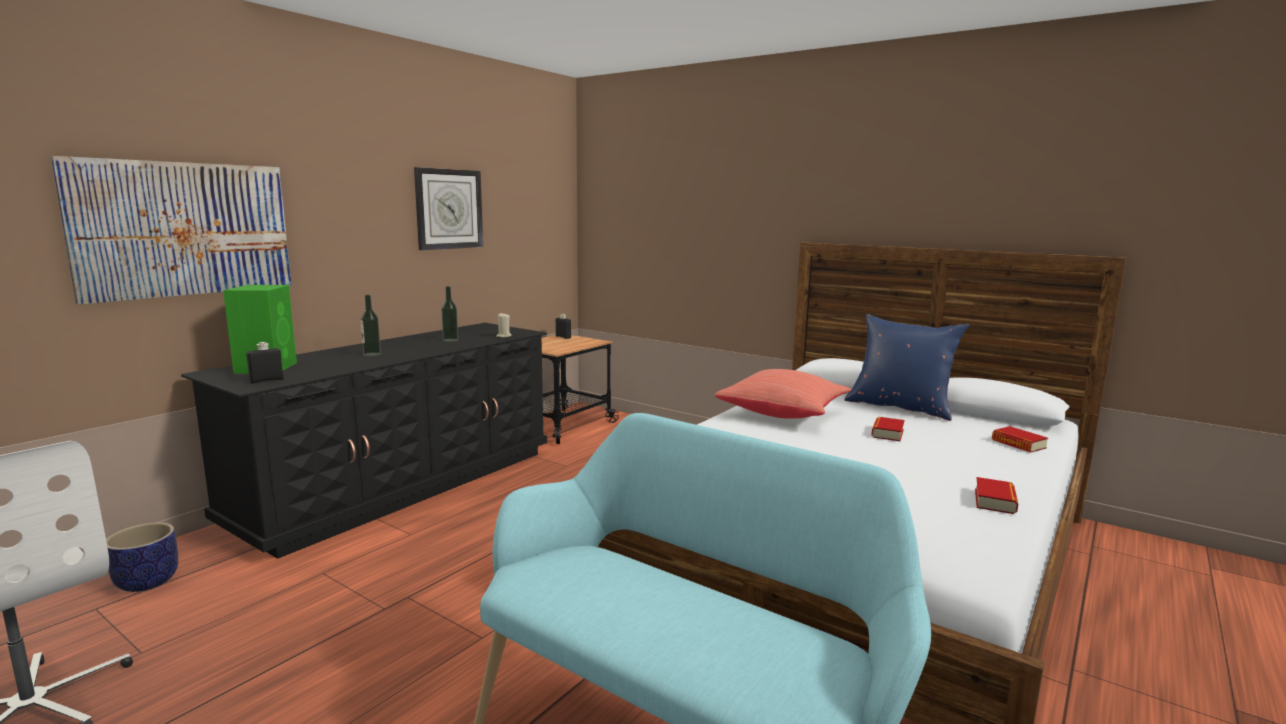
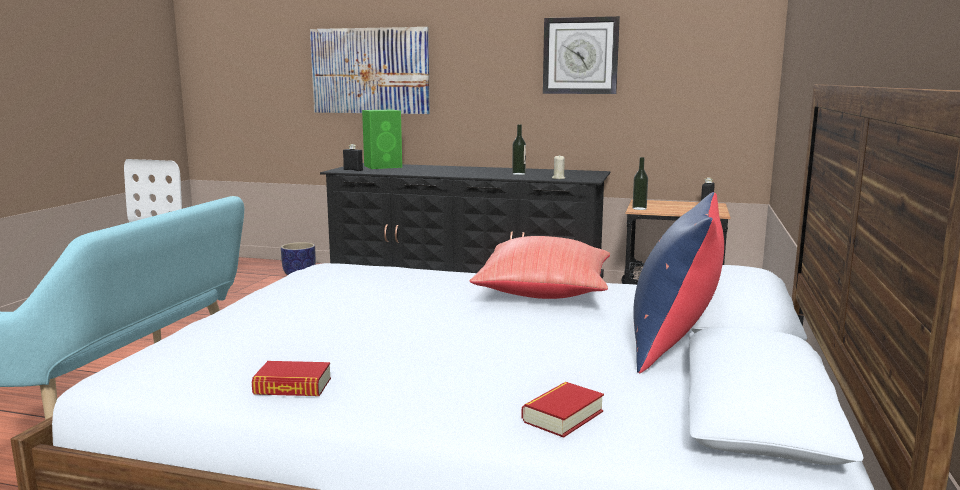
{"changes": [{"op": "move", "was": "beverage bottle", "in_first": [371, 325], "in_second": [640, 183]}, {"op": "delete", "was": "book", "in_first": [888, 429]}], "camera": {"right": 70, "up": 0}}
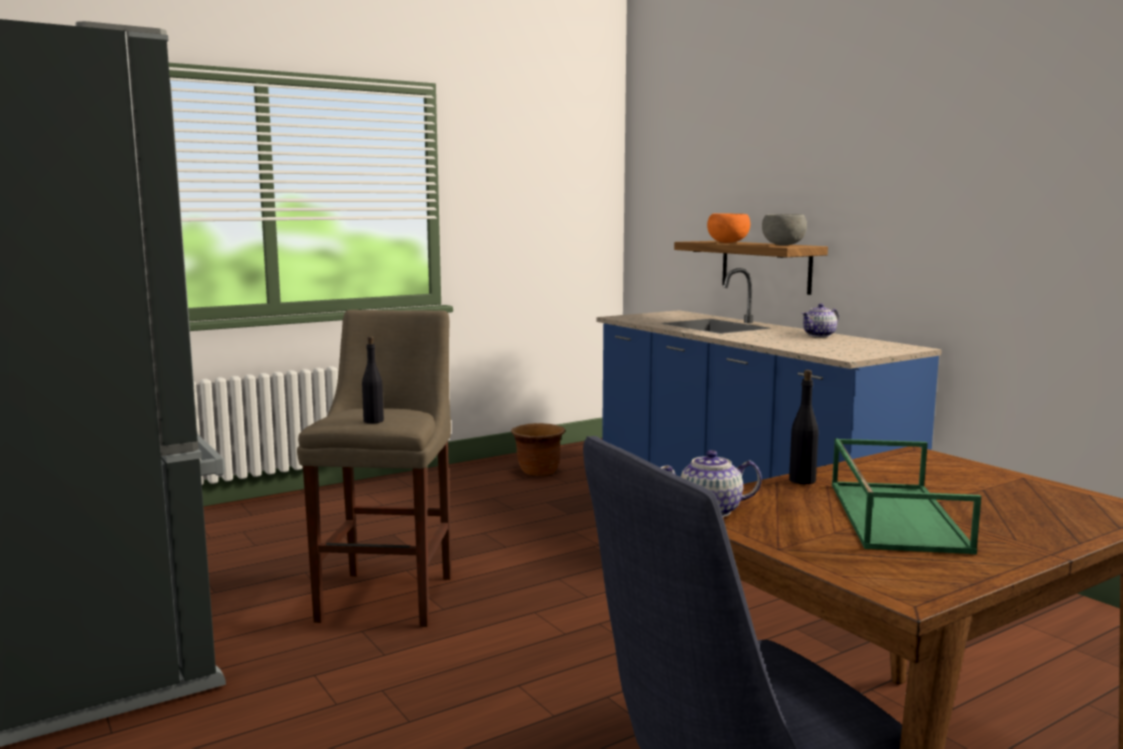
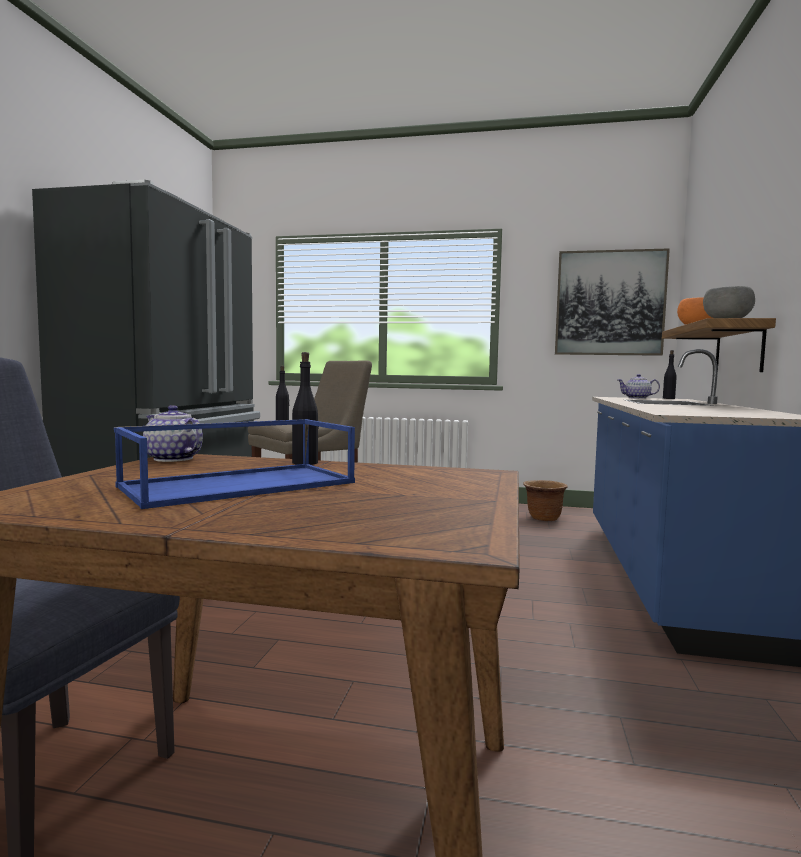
{"changes": [{"op": "recolor", "was": "tray (green)", "now": "tray (blue-coloured)", "in_first": [906, 496], "in_second": [234, 464]}, {"op": "insert", "now": "wall picture", "in_second": [612, 302]}, {"op": "move", "was": "pot for tea", "in_first": [820, 320], "in_second": [639, 386]}, {"op": "insert", "now": "beverage bottle (blackish)", "in_second": [670, 374]}], "camera": {"right": 45, "up": -5}}
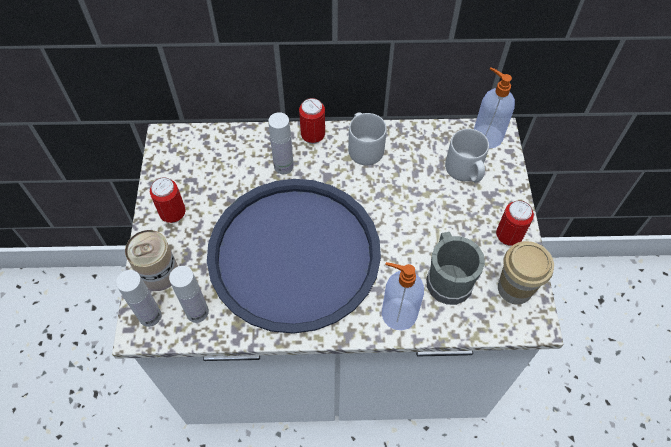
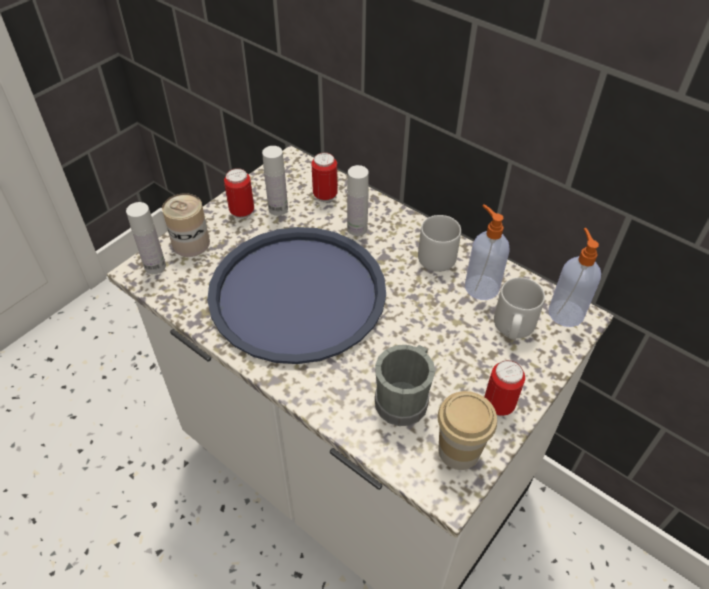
{"changes": [{"op": "move", "was": "beverage bottle (white)", "in_first": [189, 294], "in_second": [275, 181]}, {"op": "move", "was": "can", "in_first": [312, 121], "in_second": [324, 177]}, {"op": "move", "was": "soap bottle", "in_first": [403, 296], "in_second": [487, 252]}], "camera": {"right": 40, "up": -10}}
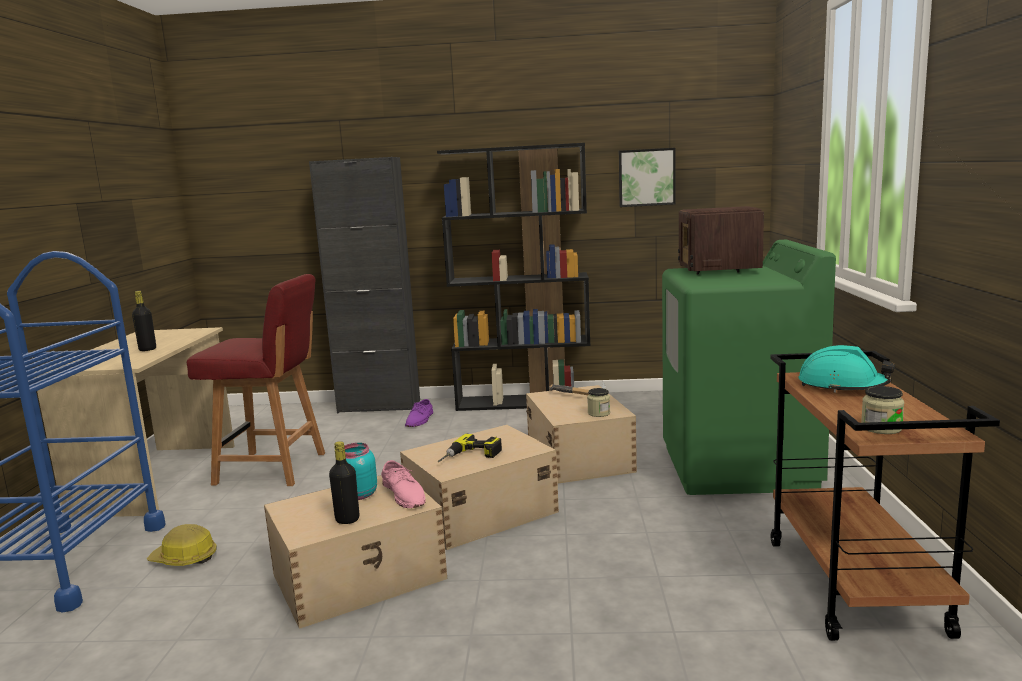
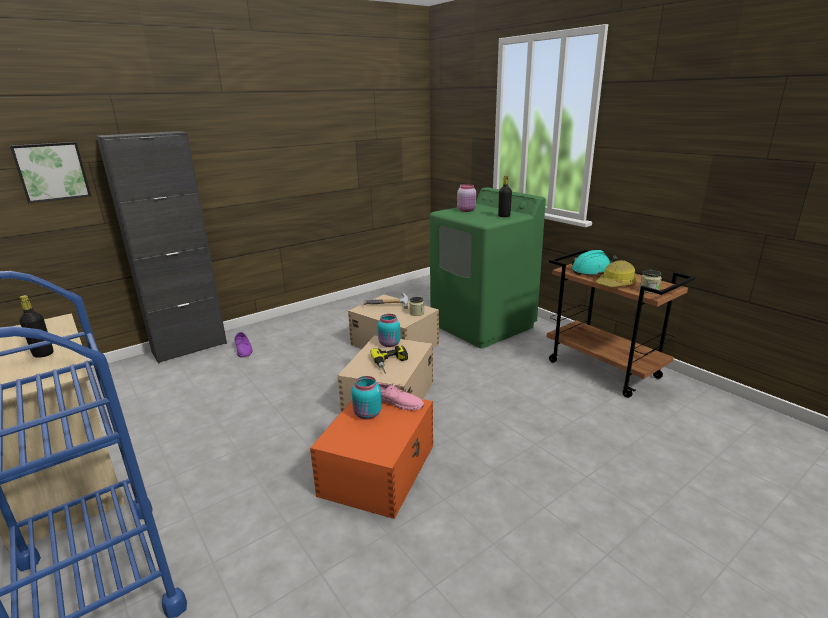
{"changes": [{"op": "move", "was": "wall picture", "in_first": [647, 177], "in_second": [50, 172]}, {"op": "recolor", "was": "storage container (sand-coloured)", "now": "storage container (orange)", "in_first": [355, 552], "in_second": [371, 459]}, {"op": "insert", "now": "jar (turquoise-coloured)", "in_second": [388, 330]}, {"op": "replace", "was": "radio receiver", "now": "jar (pink)", "in_first": [721, 240], "in_second": [466, 198]}, {"op": "move", "was": "beverage bottle (blackish)", "in_first": [344, 482], "in_second": [505, 196]}, {"op": "move", "was": "work helmet", "in_first": [182, 545], "in_second": [616, 273]}, {"op": "delete", "was": "upright chair (reddish)", "in_first": [256, 380]}, {"op": "delete", "was": "bookshelf (blackish)", "in_first": [514, 277]}], "camera": {"right": -40, "up": 10}}
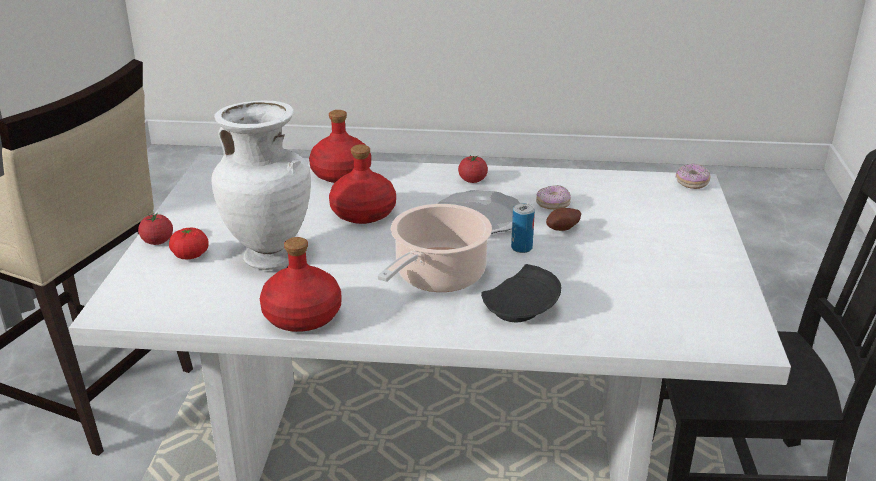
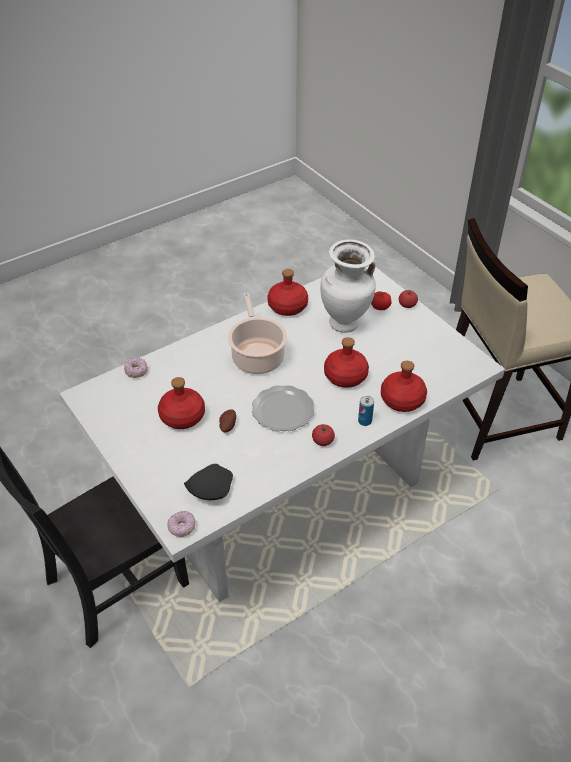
{"changes": [{"op": "move", "was": "donut", "in_first": [553, 197], "in_second": [136, 368]}, {"op": "insert", "now": "beverage bottle (reddish)", "in_second": [181, 403]}, {"op": "move", "was": "flat dish (blackish)", "in_first": [521, 293], "in_second": [208, 482]}, {"op": "move", "was": "can", "in_first": [523, 228], "in_second": [366, 411]}], "camera": {"right": 140, "up": 15}}
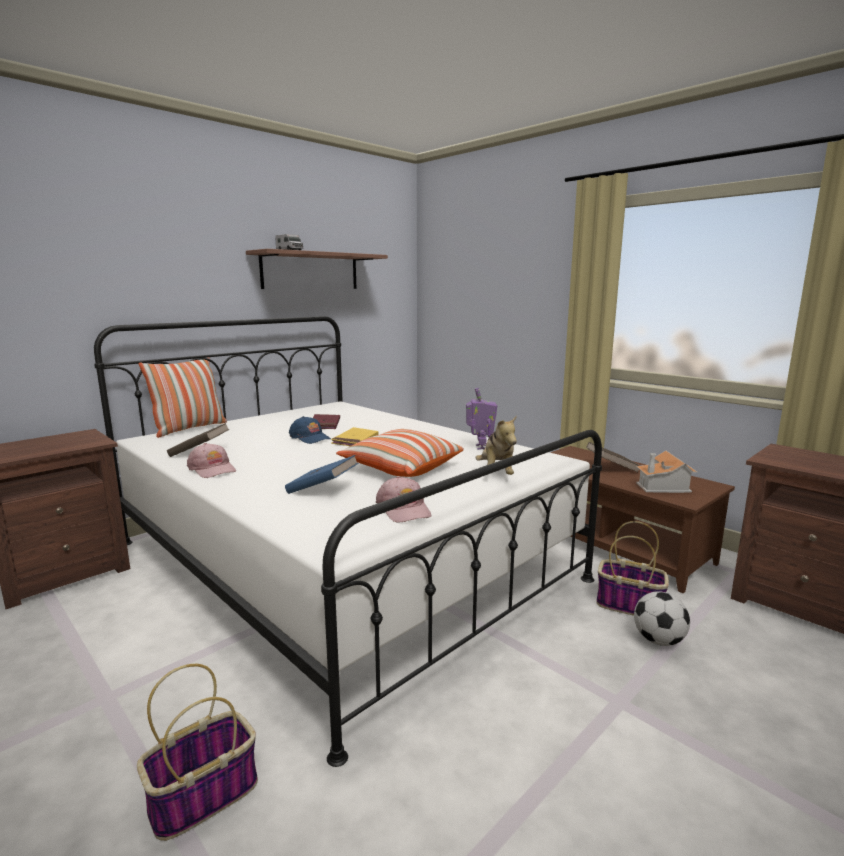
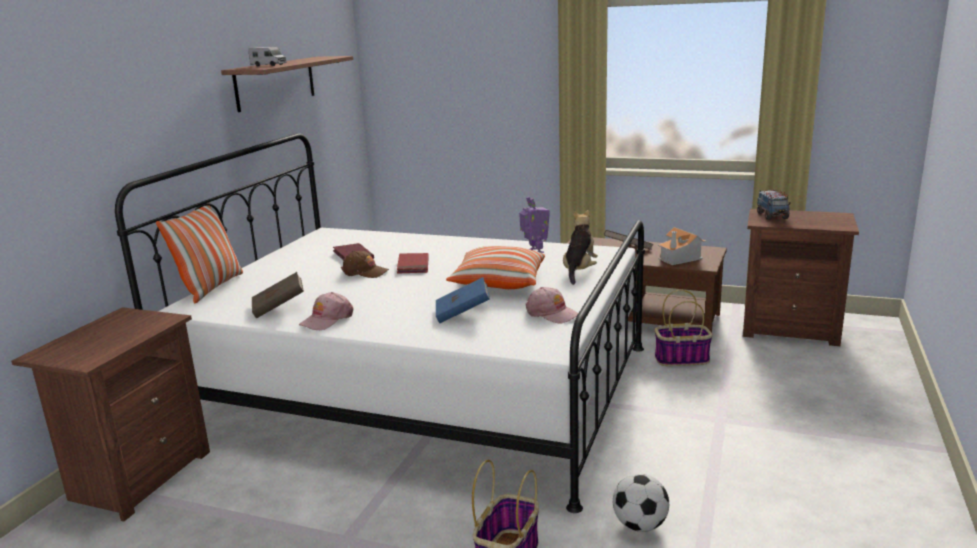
{"changes": [{"op": "rotate", "was": "peaked cap (pink)", "in_first": [211, 460], "in_second": [326, 311], "clockwise": 105}, {"op": "recolor", "was": "peaked cap (blue-coloured)", "now": "peaked cap (brown-coloured)", "in_first": [310, 430], "in_second": [365, 264]}, {"op": "recolor", "was": "book (yellowish)", "now": "book (reddish)", "in_first": [354, 436], "in_second": [413, 263]}, {"op": "rotate", "was": "plush toy", "in_first": [496, 445], "in_second": [580, 247], "clockwise": -135}, {"op": "move", "was": "football ball", "in_first": [662, 618], "in_second": [641, 503]}, {"op": "insert", "now": "toy truck", "in_second": [774, 205]}], "camera": {"right": -25, "up": 5}}
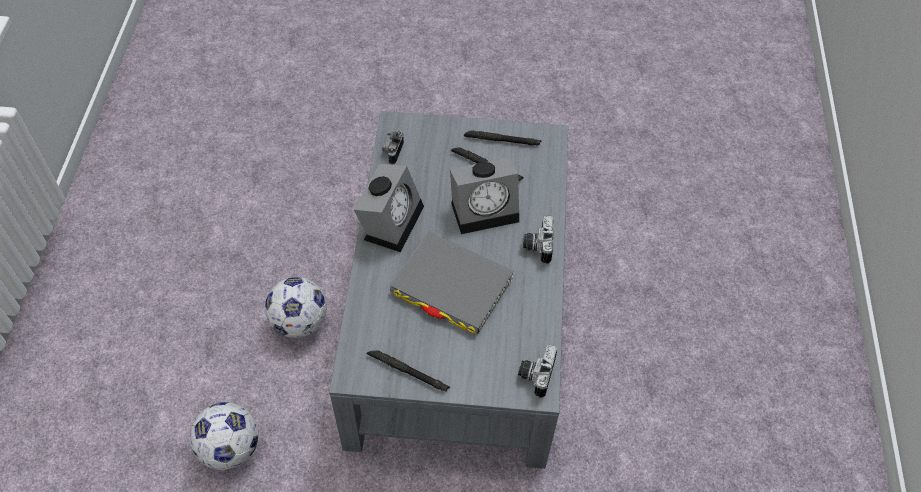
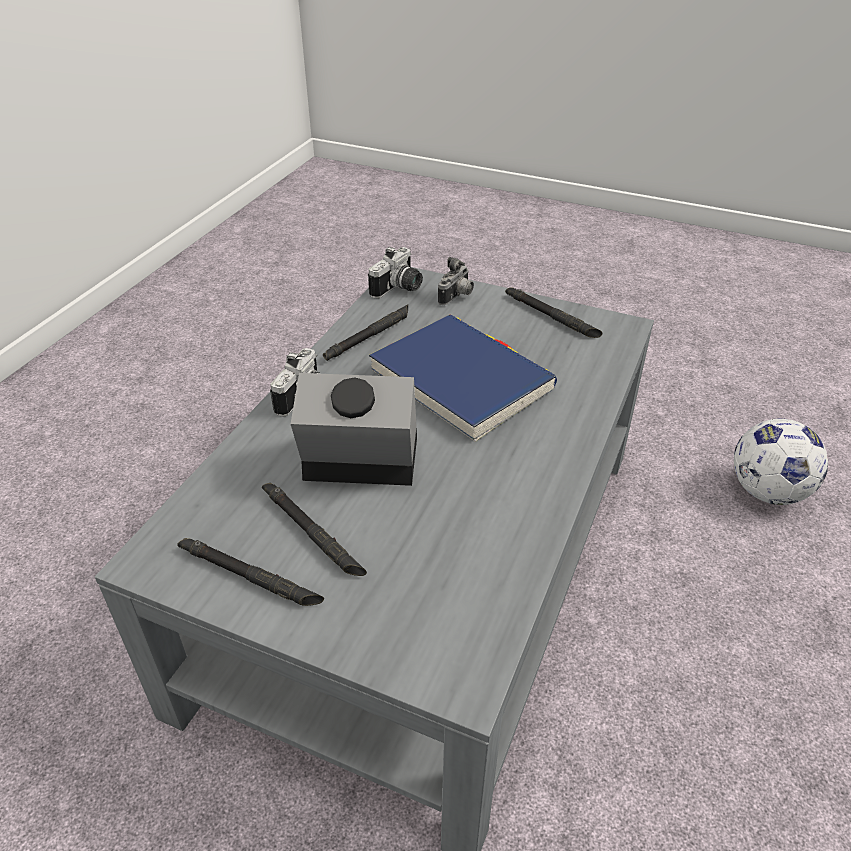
{"changes": [{"op": "insert", "now": "torch (blackish)", "in_second": [365, 332]}, {"op": "recolor", "was": "book (gray)", "now": "book (blue-coloured)", "in_first": [452, 282], "in_second": [463, 378]}, {"op": "move", "was": "photo camera", "in_first": [393, 147], "in_second": [456, 281]}, {"op": "delete", "was": "football ball", "in_first": [296, 307]}, {"op": "delete", "was": "table clock", "in_first": [389, 208]}], "camera": {"right": -160, "up": -15}}
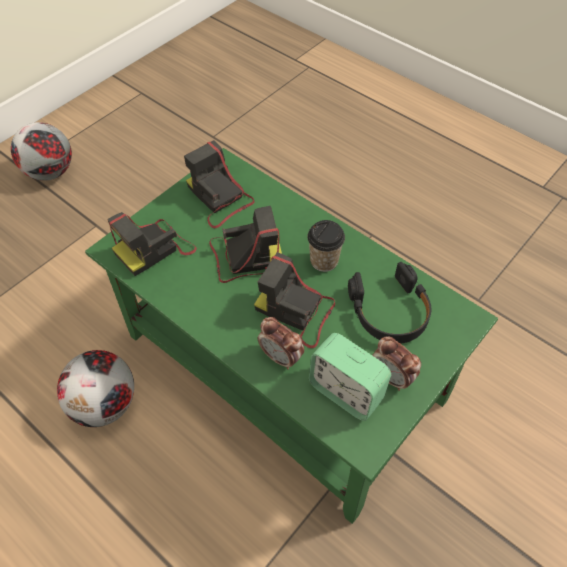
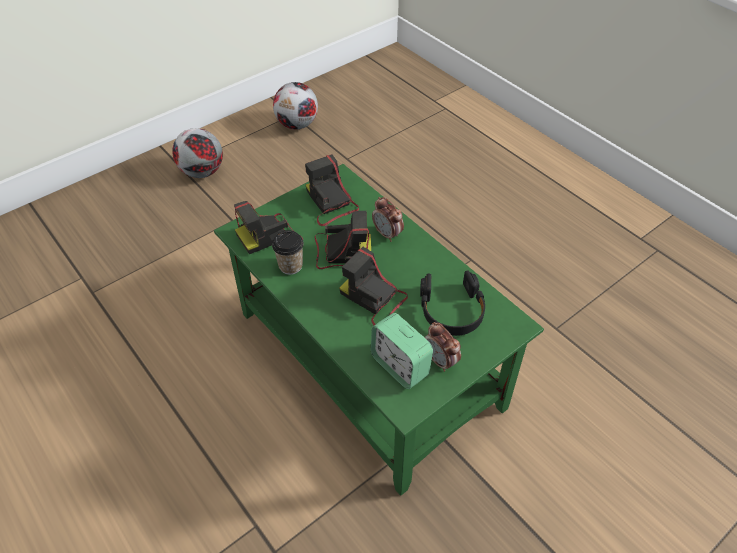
{"changes": [{"op": "move", "was": "small cup", "in_first": [326, 246], "in_second": [288, 252]}, {"op": "move", "was": "football ball", "in_first": [95, 388], "in_second": [295, 106]}, {"op": "move", "was": "table clock", "in_first": [281, 343], "in_second": [388, 219]}], "camera": {"right": 10, "up": -5}}
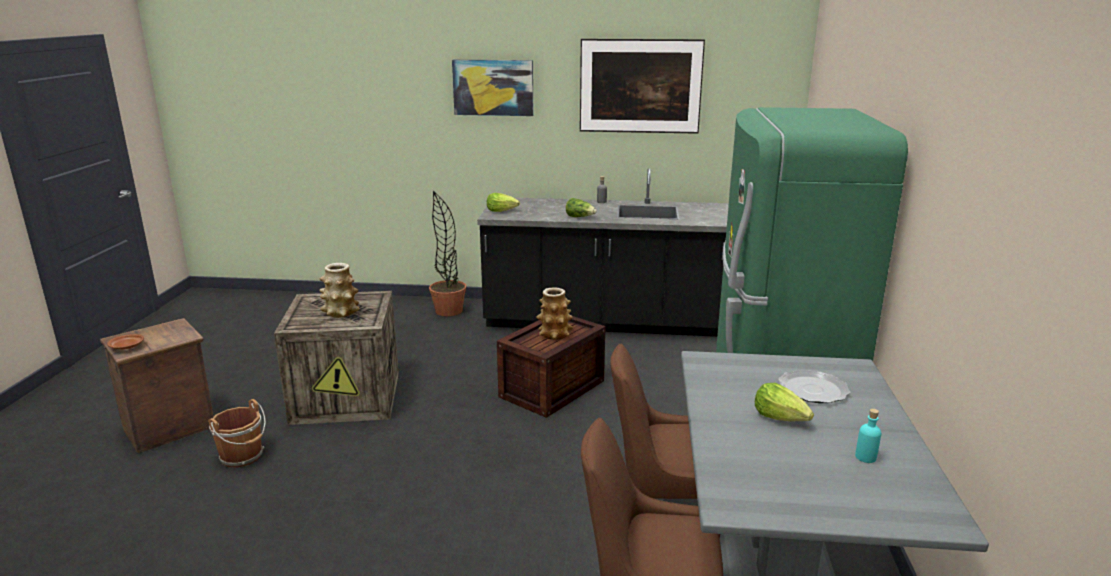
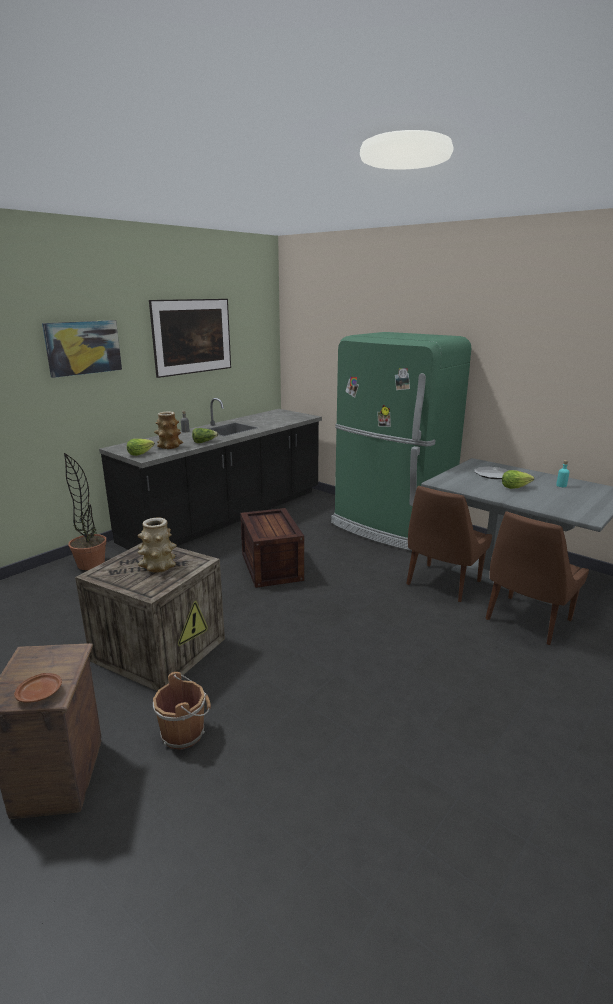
{"changes": [{"op": "move", "was": "flower vase", "in_first": [554, 313], "in_second": [168, 430]}], "camera": {"right": -55, "up": 0}}
